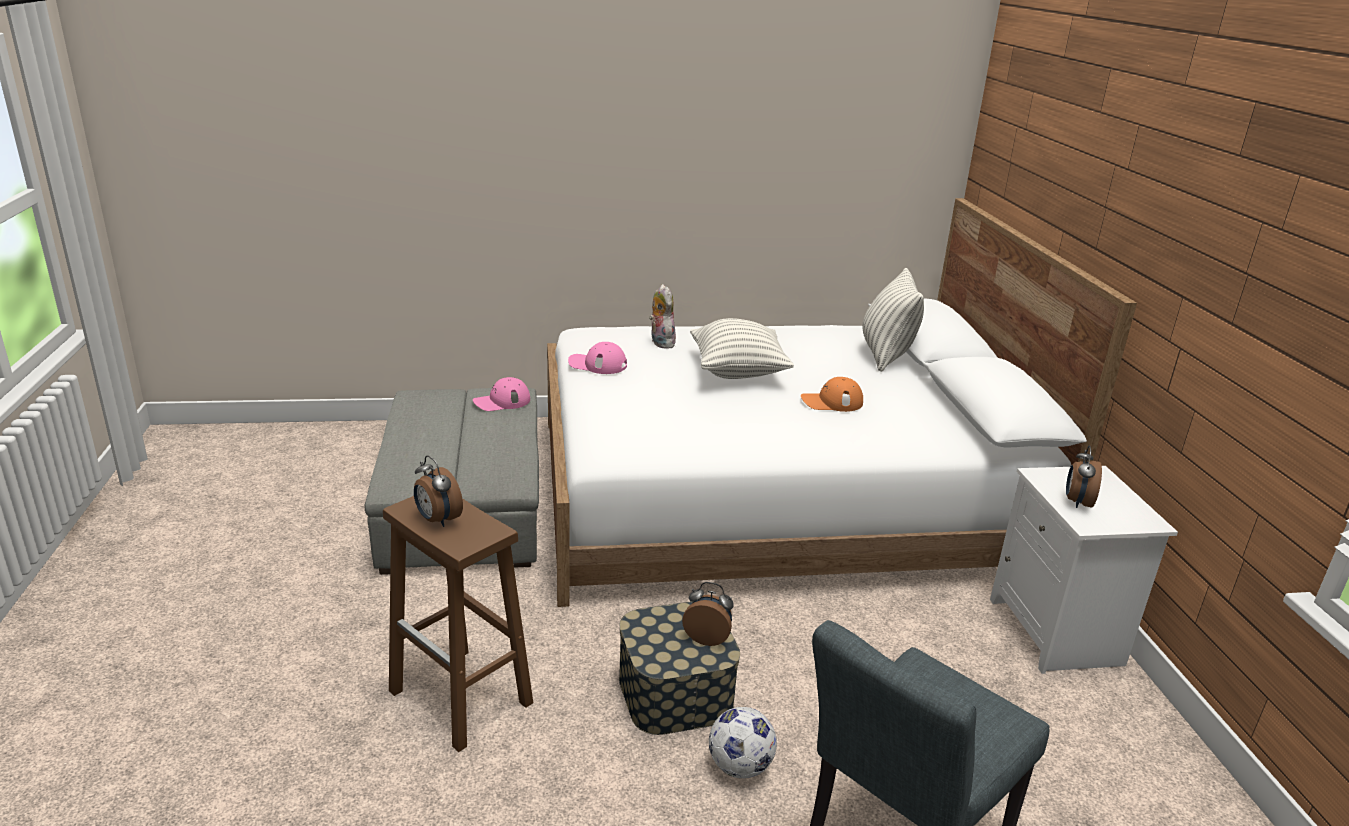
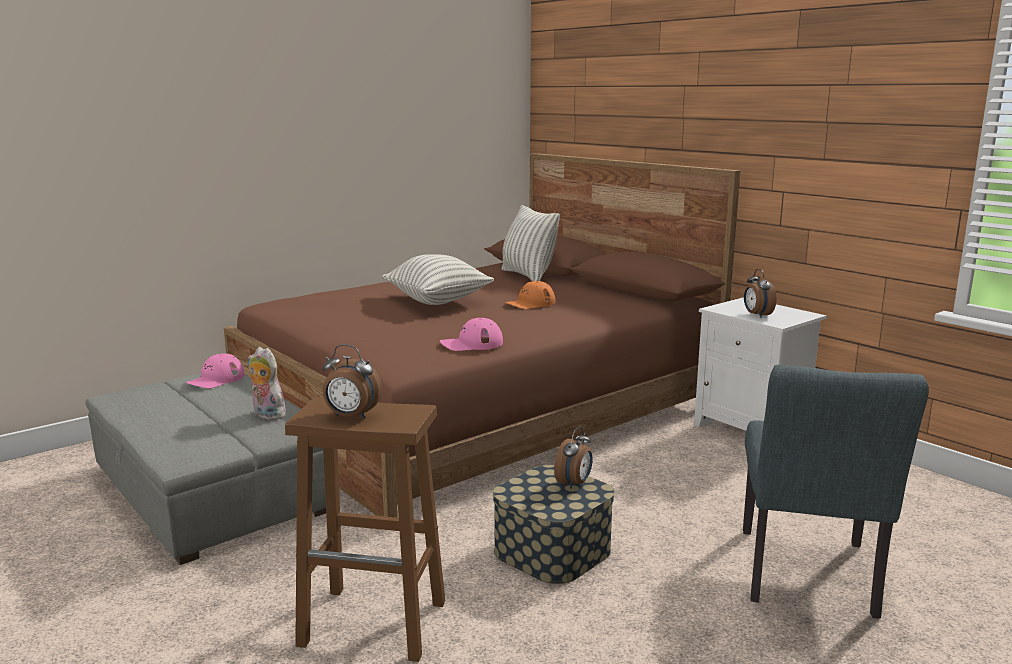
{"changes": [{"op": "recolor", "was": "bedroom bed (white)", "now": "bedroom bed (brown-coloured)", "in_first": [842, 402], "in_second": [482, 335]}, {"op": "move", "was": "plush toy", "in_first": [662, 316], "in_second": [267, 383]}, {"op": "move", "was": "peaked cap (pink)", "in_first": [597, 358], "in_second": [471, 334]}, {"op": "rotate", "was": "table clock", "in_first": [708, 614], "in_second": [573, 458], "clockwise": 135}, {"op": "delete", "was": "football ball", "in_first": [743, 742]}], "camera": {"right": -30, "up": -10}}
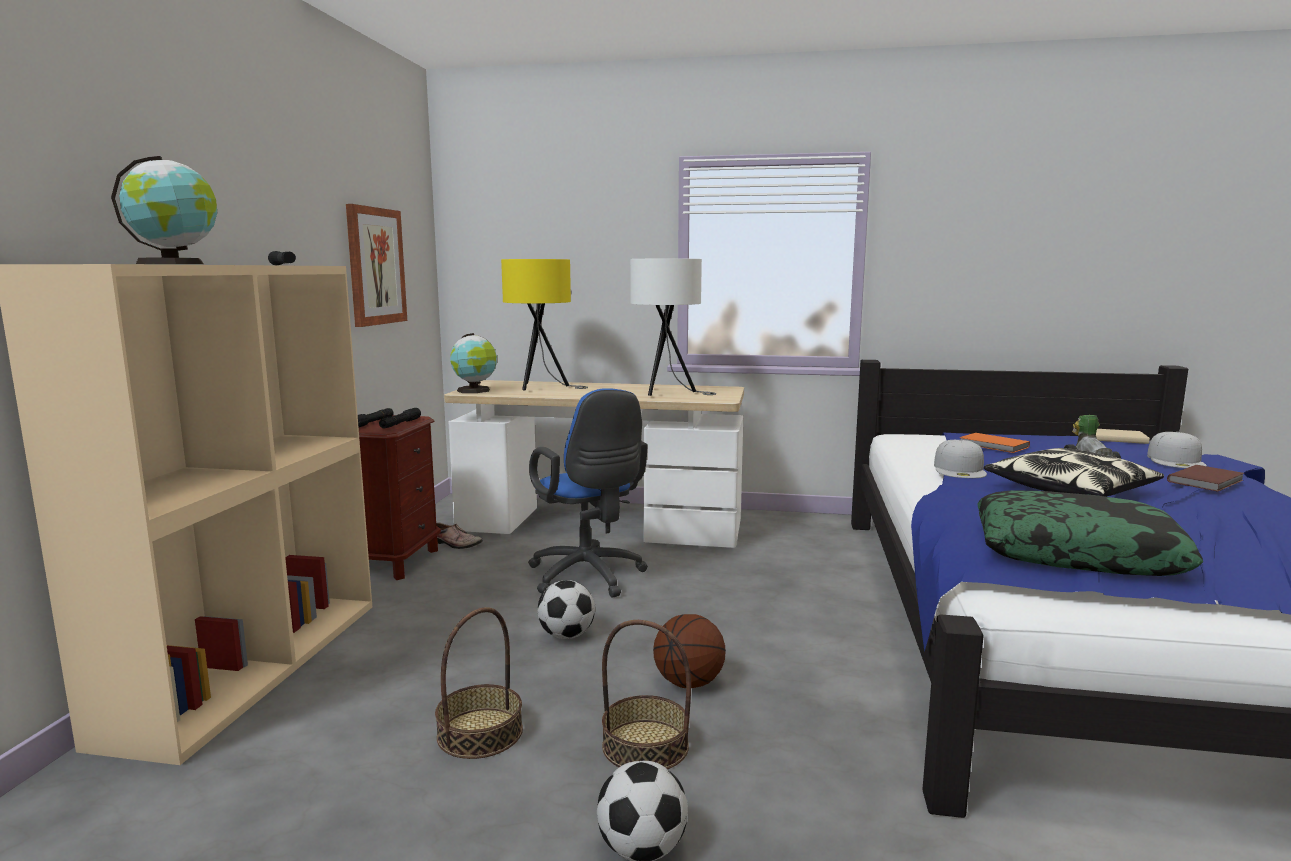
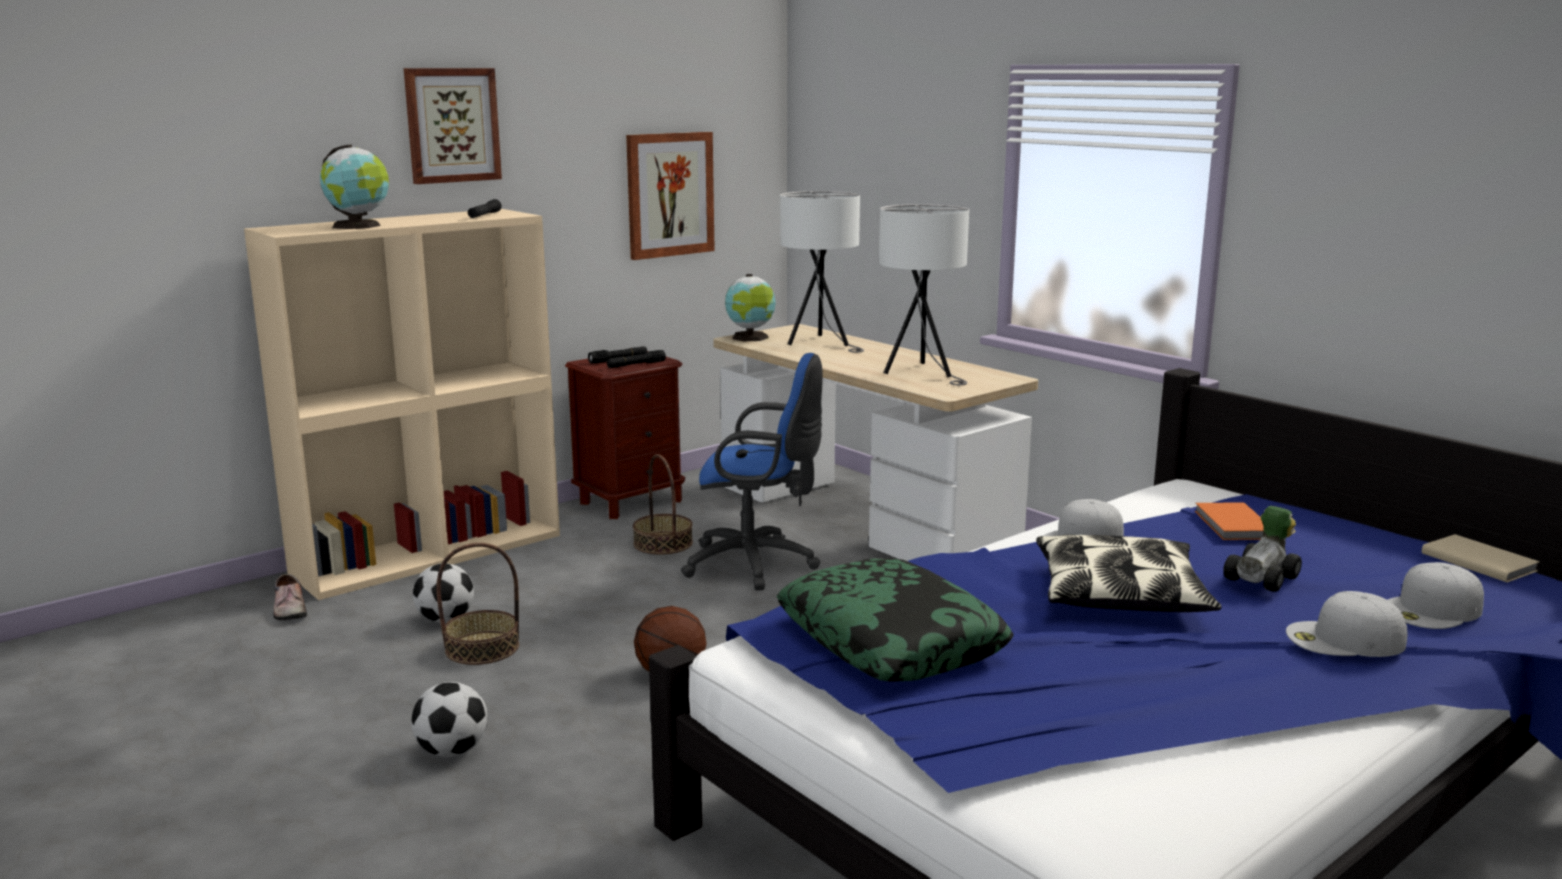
{"changes": [{"op": "move", "was": "item of footwear", "in_first": [459, 536], "in_second": [290, 597]}, {"op": "insert", "now": "wall picture", "in_second": [453, 126]}, {"op": "move", "was": "football ball", "in_first": [566, 609], "in_second": [443, 593]}, {"op": "move", "was": "storage basket", "in_first": [646, 694], "in_second": [663, 504]}, {"op": "rotate", "was": "office chair (blue-coloured)", "in_first": [588, 492], "in_second": [752, 471], "clockwise": -90}, {"op": "recolor", "was": "table lamp (yellowish)", "now": "table lamp (white)", "in_first": [544, 324], "in_second": [822, 272]}, {"op": "replace", "was": "book (brown-coloured)", "now": "peaked cap (white)", "in_first": [1205, 478], "in_second": [1347, 624]}], "camera": {"right": 40, "up": 5}}
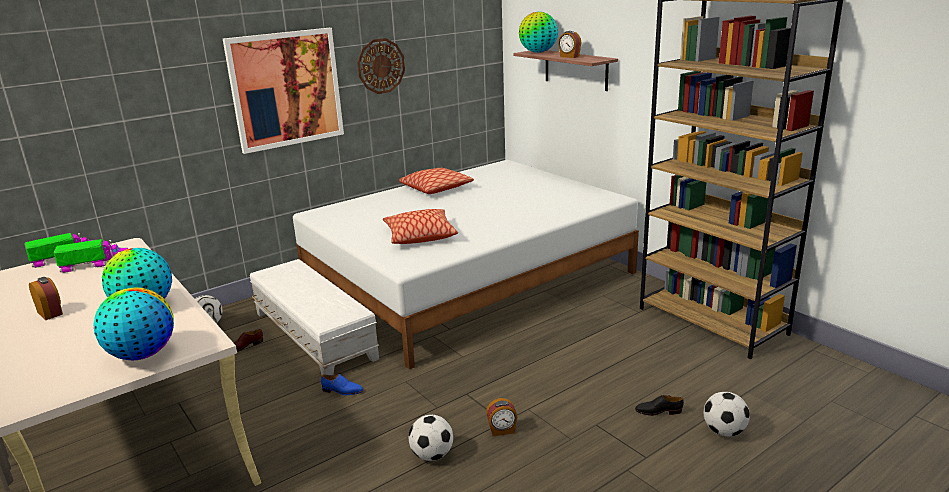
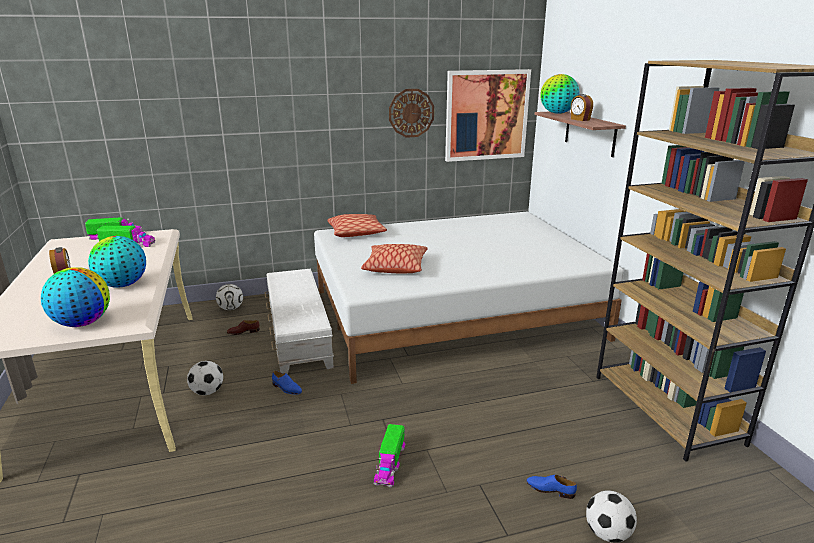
{"changes": [{"op": "move", "was": "football ball", "in_first": [430, 438], "in_second": [205, 378]}, {"op": "move", "was": "cushion", "in_first": [436, 181], "in_second": [357, 225]}, {"op": "replace", "was": "table clock", "now": "toy truck", "in_first": [501, 417], "in_second": [389, 456]}, {"op": "move", "was": "wall picture", "in_first": [283, 91], "in_second": [488, 115]}, {"op": "recolor", "was": "item of footwear (blackish)", "now": "item of footwear (blue-coloured)", "in_first": [659, 405], "in_second": [551, 487]}], "camera": {"right": 20, "up": 0}}
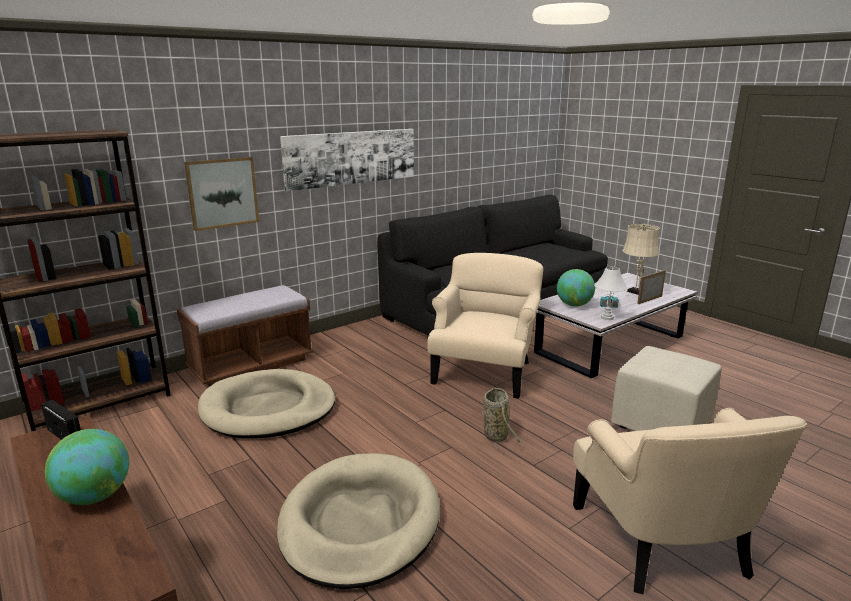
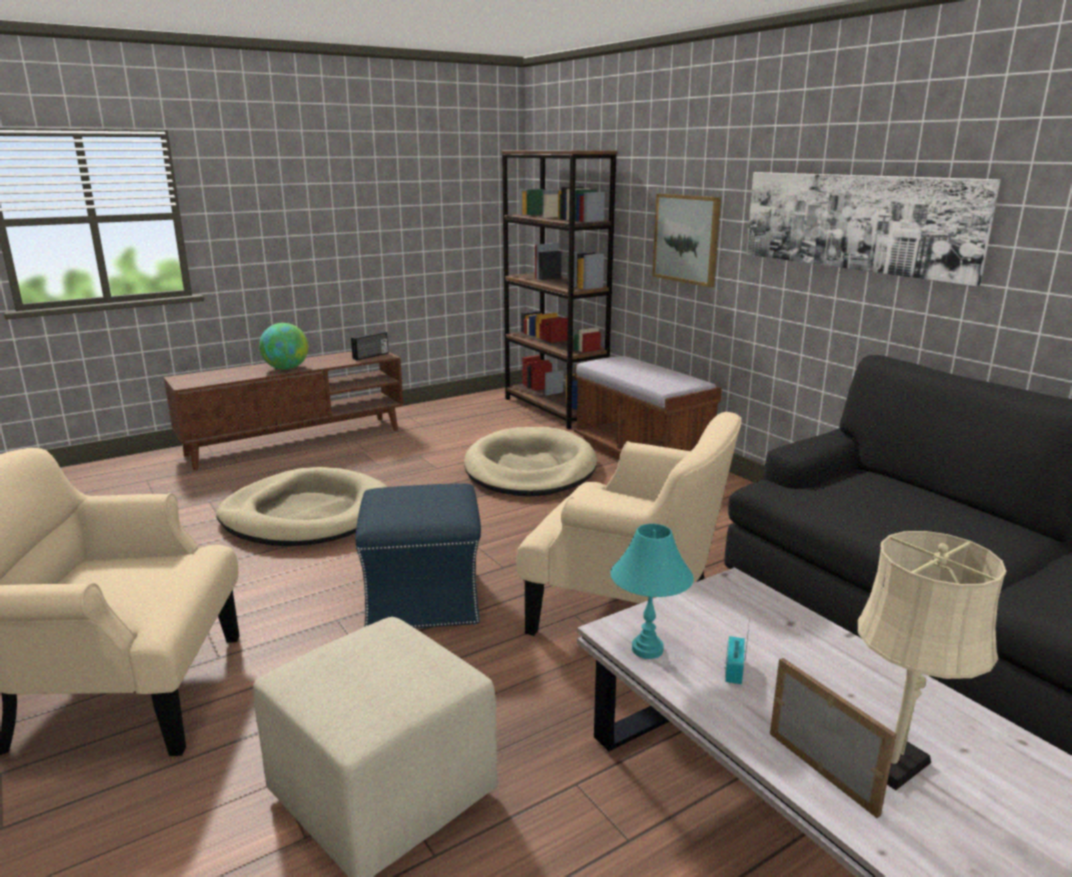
{"changes": [{"op": "replace", "was": "storage basket", "now": "footrest (blue-coloured)", "in_first": [501, 419], "in_second": [418, 555]}, {"op": "recolor", "was": "table lamp (white)", "now": "table lamp (turquoise-coloured)", "in_first": [610, 293], "in_second": [652, 591]}, {"op": "delete", "was": "world globe", "in_first": [576, 287]}], "camera": {"right": 95, "up": 0}}
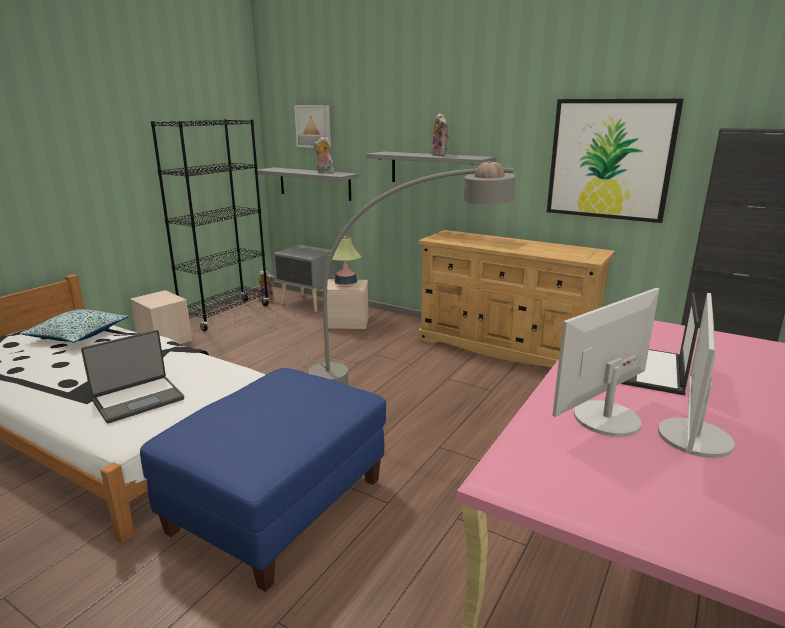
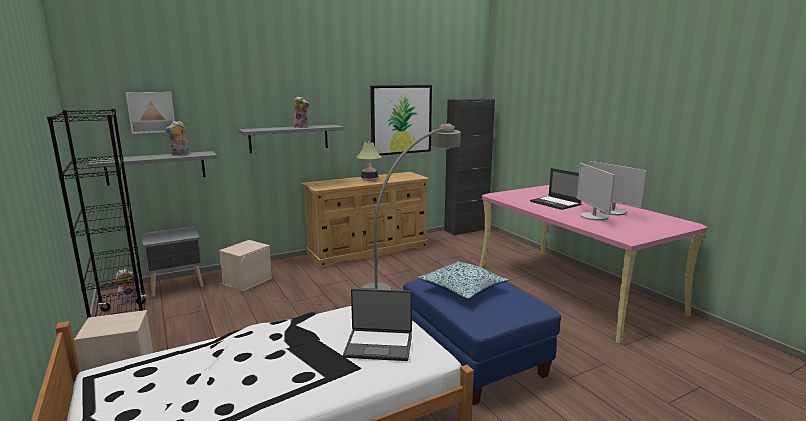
{"changes": [{"op": "rotate", "was": "notebook computer", "in_first": [132, 376], "in_second": [377, 324], "clockwise": 105}, {"op": "move", "was": "table lamp", "in_first": [345, 261], "in_second": [369, 161]}, {"op": "move", "was": "cushion", "in_first": [74, 326], "in_second": [463, 280]}], "camera": {"right": -60, "up": -5}}
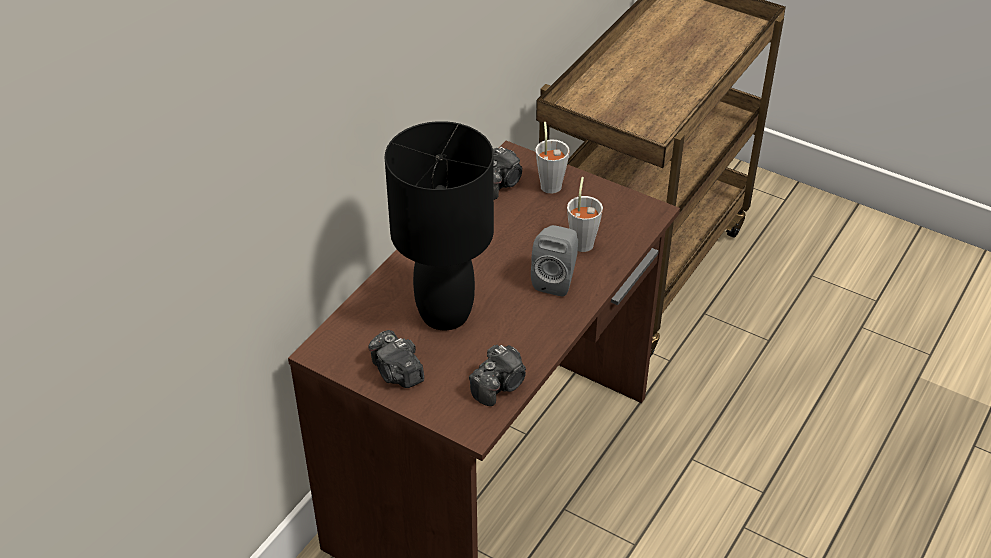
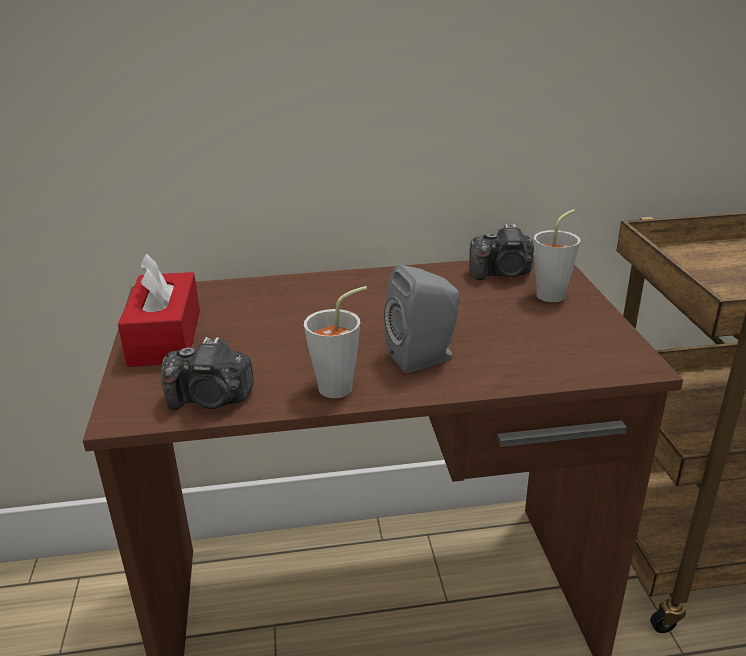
{"changes": [{"op": "replace", "was": "photo camera", "now": "box of tissues (reddish)", "in_first": [396, 359], "in_second": [159, 310]}, {"op": "move", "was": "small cup (gray)", "in_first": [585, 214], "in_second": [335, 342]}, {"op": "delete", "was": "table lamp (blackish)", "in_first": [439, 225]}], "camera": {"right": 50, "up": -15}}
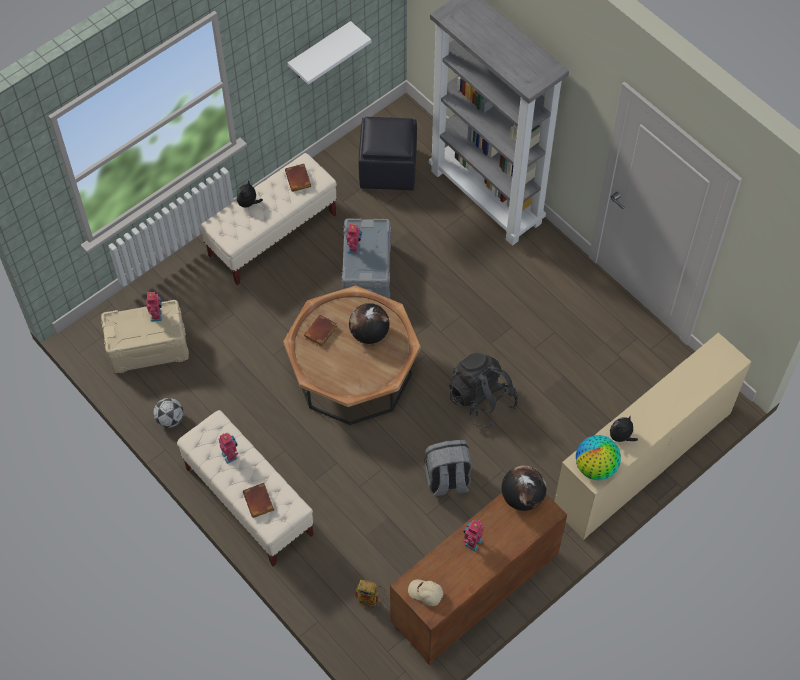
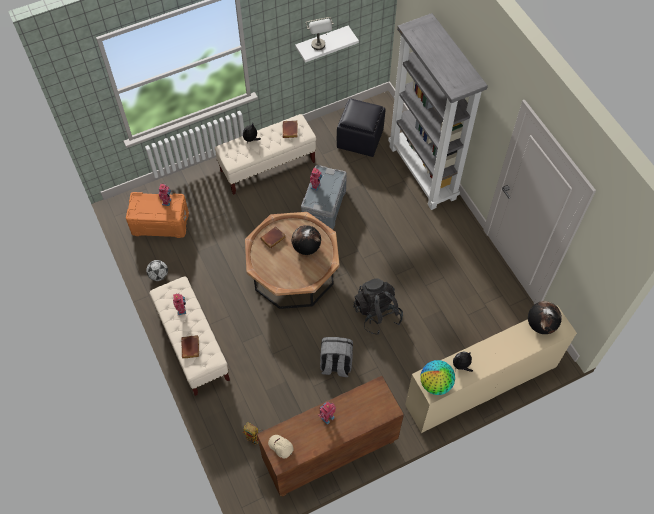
{"changes": [{"op": "recolor", "was": "storage container (sand-coloured)", "now": "storage container (orange)", "in_first": [145, 336], "in_second": [157, 215]}, {"op": "insert", "now": "table lamp (gray)", "in_second": [320, 33]}, {"op": "move", "was": "world globe", "in_first": [524, 488], "in_second": [545, 317]}], "camera": {"right": 15, "up": 0}}
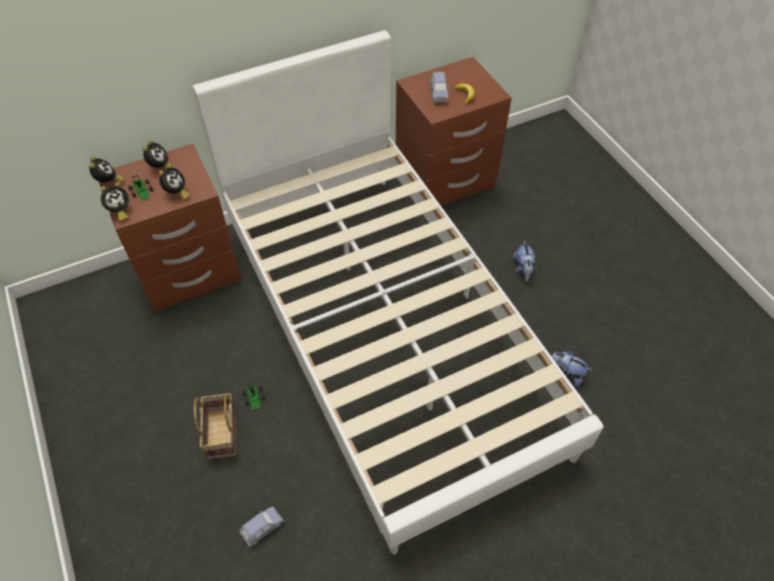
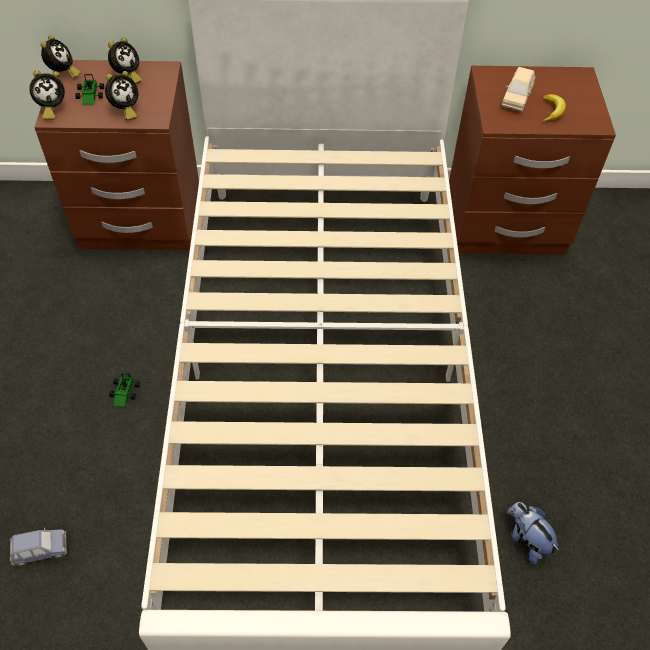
{"changes": [{"op": "recolor", "was": "toy car (blue-coloured)", "now": "toy car (sand-coloured)", "in_first": [439, 87], "in_second": [518, 89]}, {"op": "delete", "was": "storage basket", "in_first": [215, 426]}, {"op": "delete", "was": "plush toy", "in_first": [524, 261]}], "camera": {"right": 25, "up": 0}}
